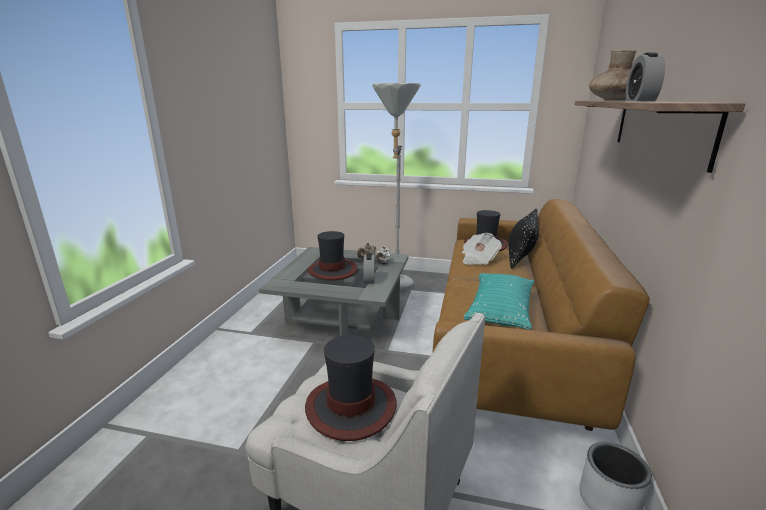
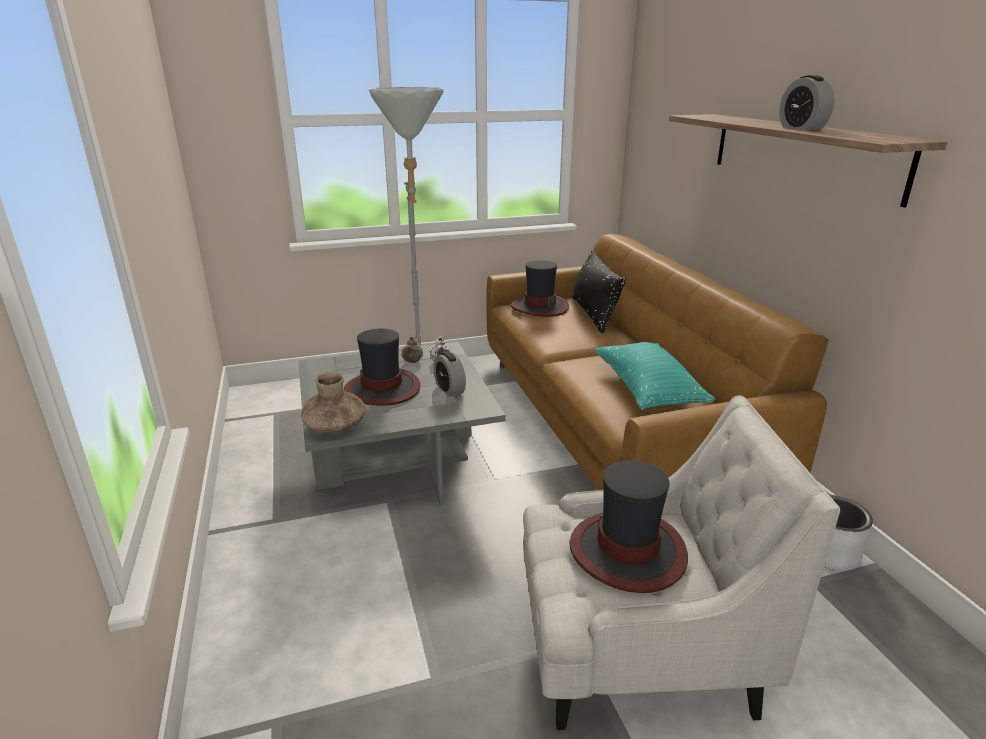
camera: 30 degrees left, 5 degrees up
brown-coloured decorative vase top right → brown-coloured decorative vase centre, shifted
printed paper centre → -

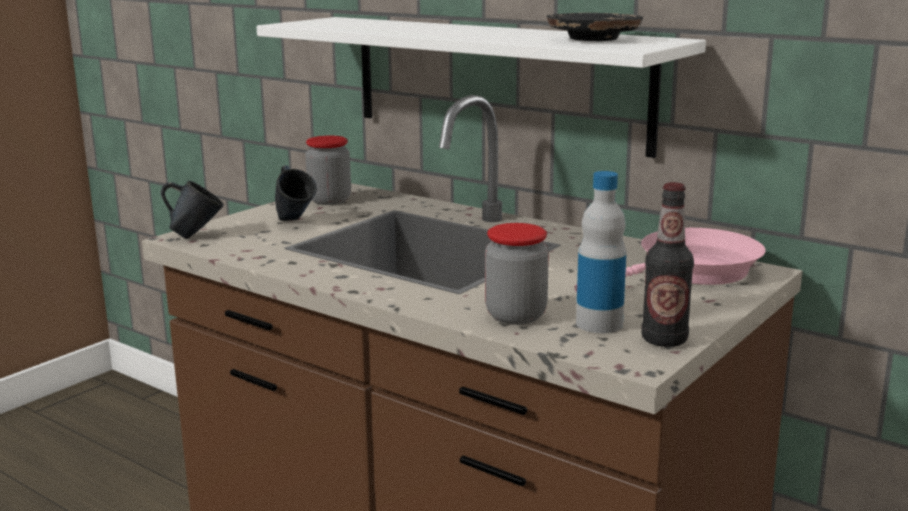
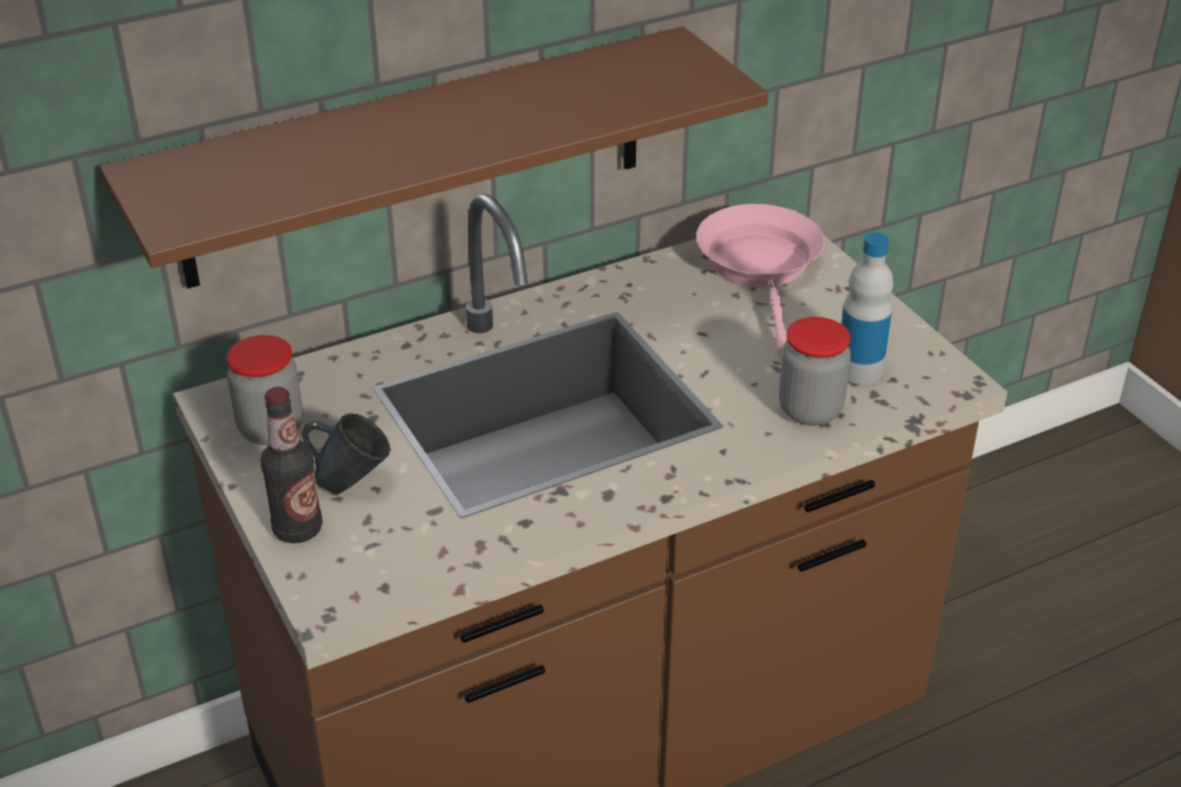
camera: 65 degrees left, 20 degrees up
black flat dish top centre → -
white-coloured shelf top centre → brown-coloured shelf top centre
blue tea mug (no. 1 from left) middle left → -
bottle (no. 2 from left in the first image) middle right → bottle (no. 1 from left) middle left, shifted

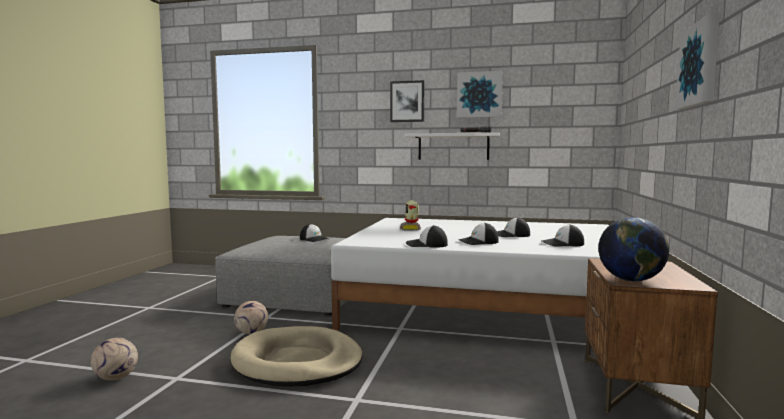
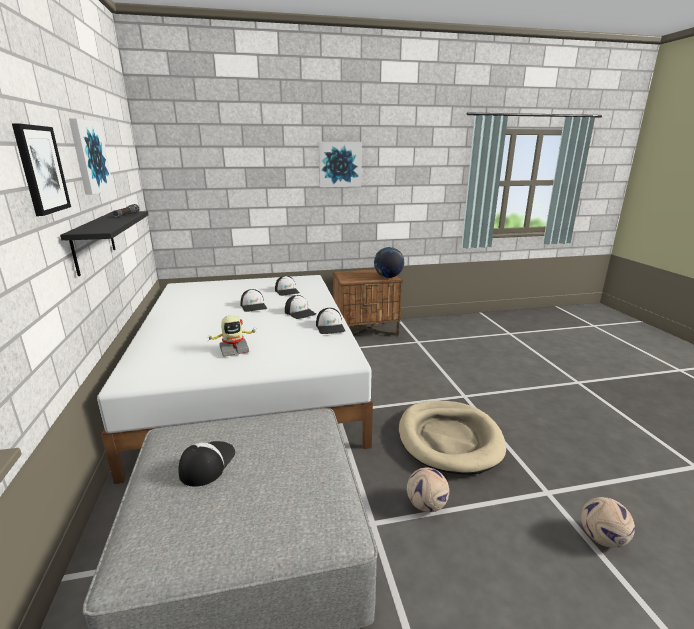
camera: 115 degrees left, 15 degrees up
white-coloured shelf centre → black shelf middle left

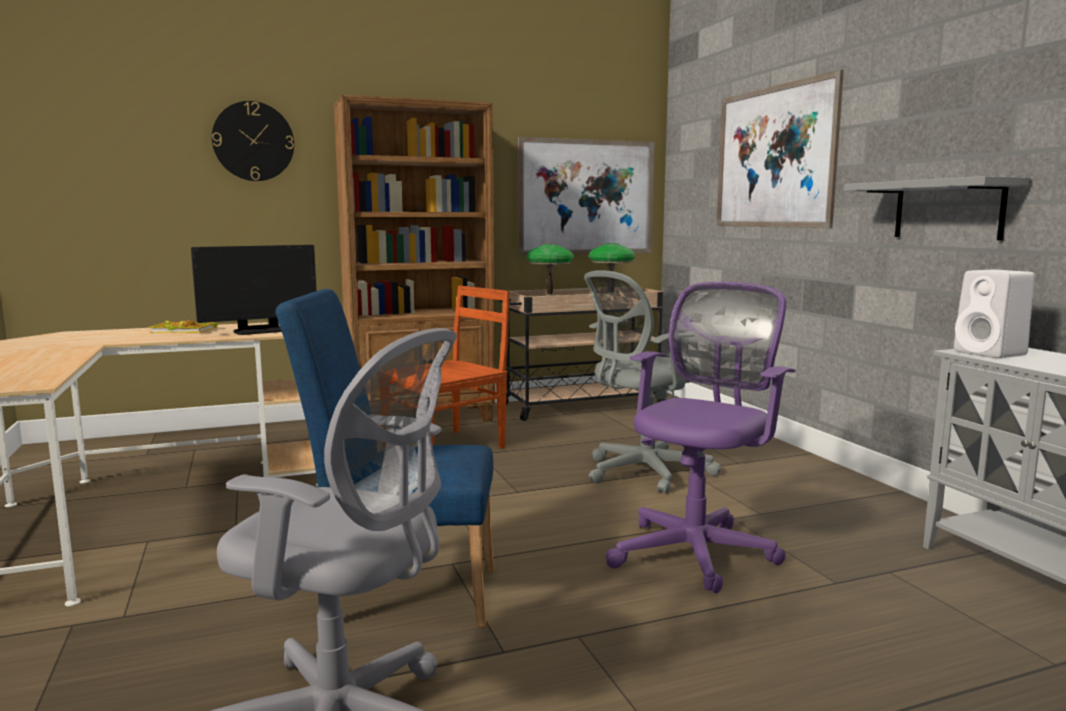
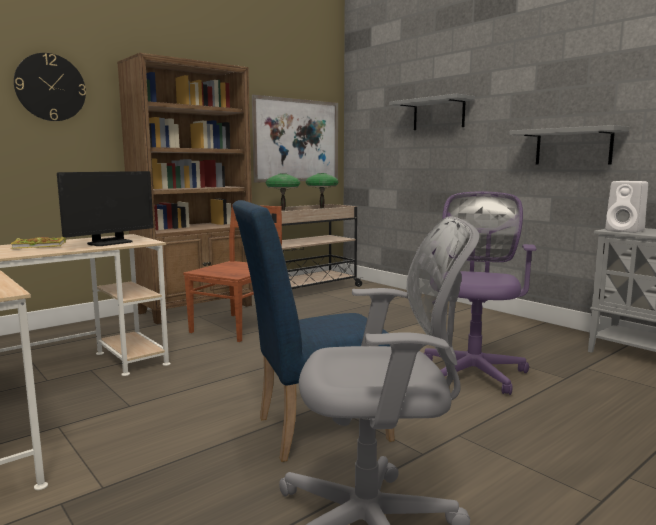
camera: 20 degrees left, 0 degrees up
picture (no. 2 from left) top right → gray shelf (no. 1 from left) top centre
gray office chair (no. 2 from left) centre → -

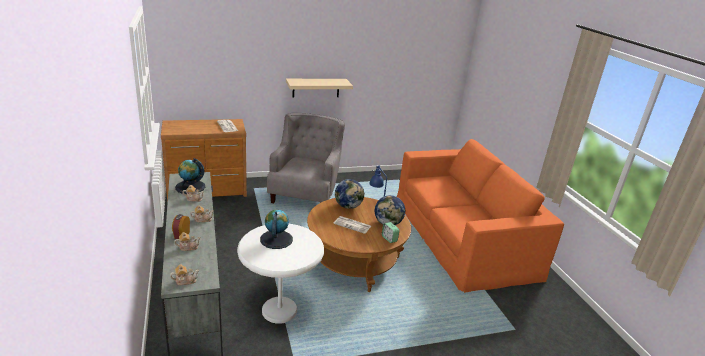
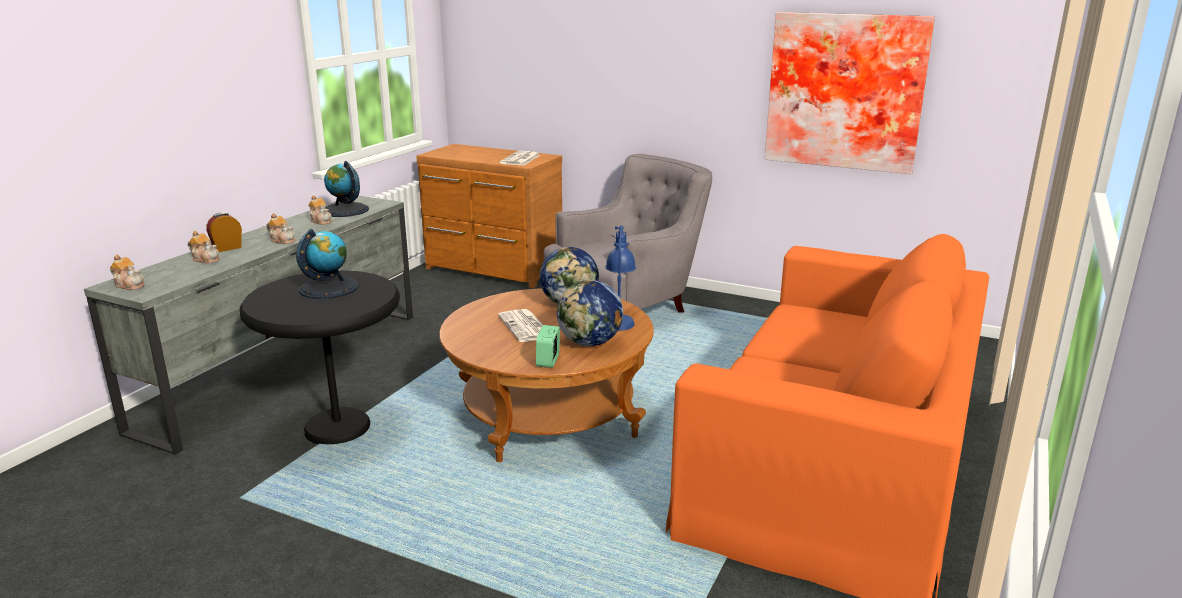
camera: 45 degrees right, 5 degrees down
sand-coloured shelf top centre → -
white-coloured end table bottom centre → black end table middle left
- → picture top right

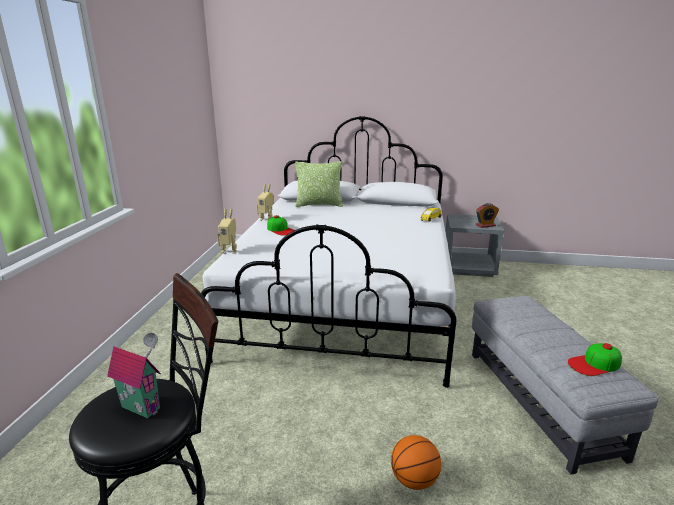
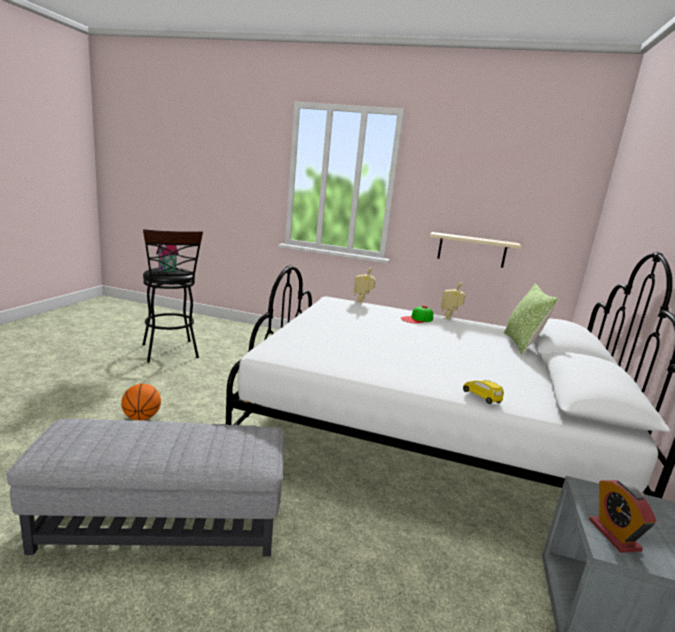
camera: 95 degrees right, 5 degrees down
cap (no. 2 from left) bottom right → -
- → sand-coloured shelf middle right

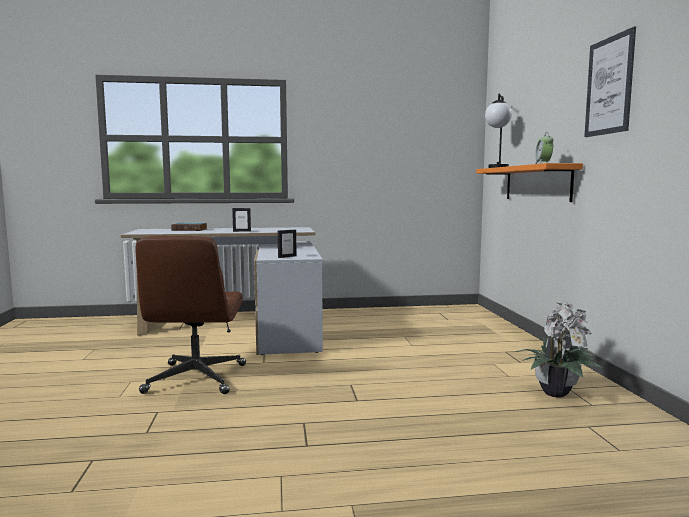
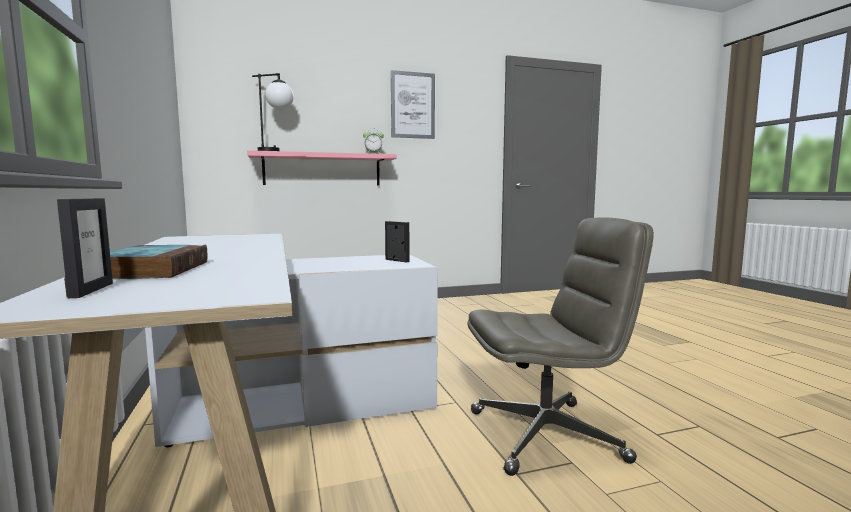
camera: 100 degrees left, 0 degrees up
orange shelf middle right → pink-coloured shelf top centre
photo frame (no. 1 from left) centre → photo frame (no. 1 from left) middle left, shifted
brown-coloured office chair middle left → gray office chair bottom centre
houseplant bottom right → -

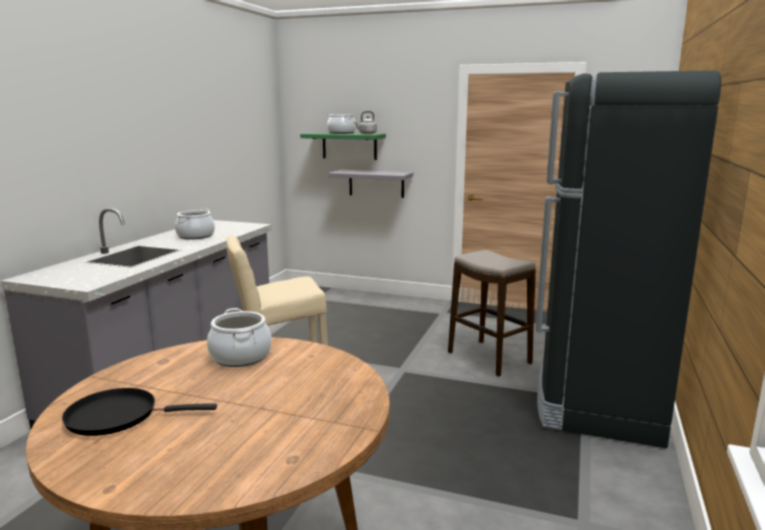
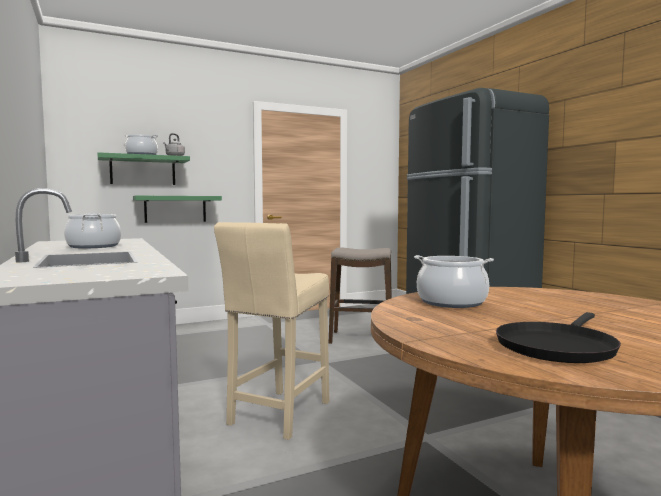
camera: 45 degrees left, 10 degrees down
gray shelf centre → greenish shelf (no. 2 from left) middle left

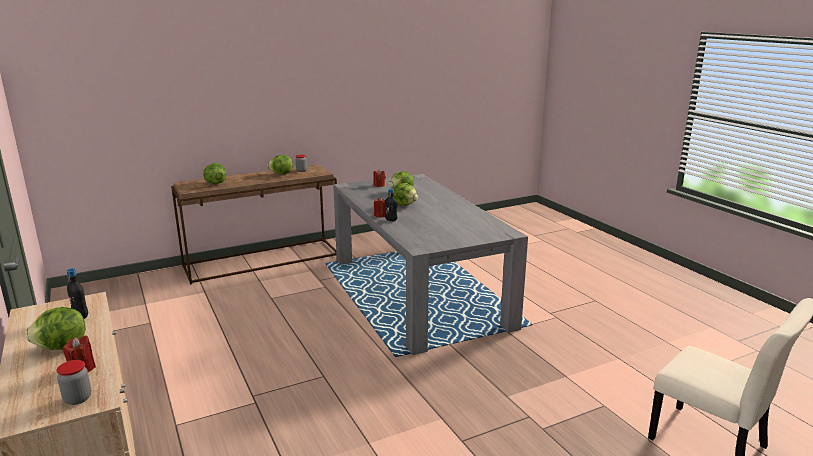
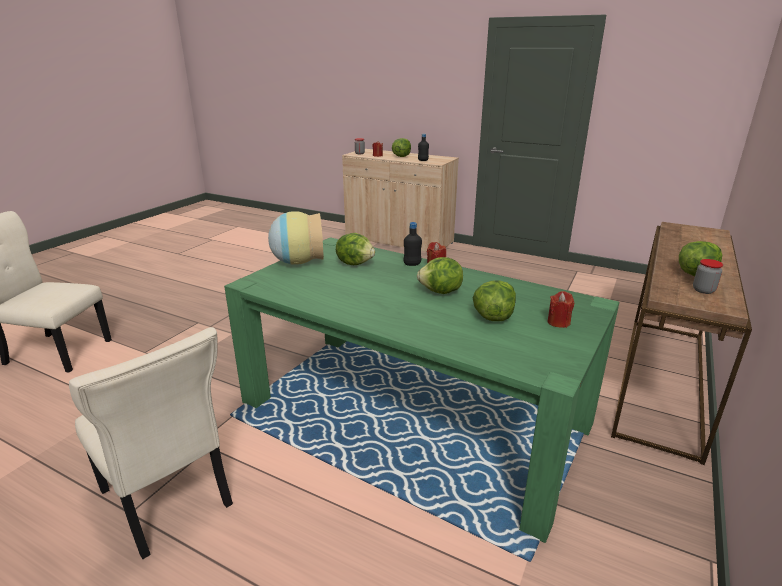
camera: 145 degrees right, 5 degrees up
head of lettuce (no. 2 from left in the first image) middle left → head of lettuce (no. 1 from left) centre, shifted
gray dining table centre → greenish dining table centre
- → decorative vase centre
- → sand-coloured upright chair (no. 2 from left) bottom left

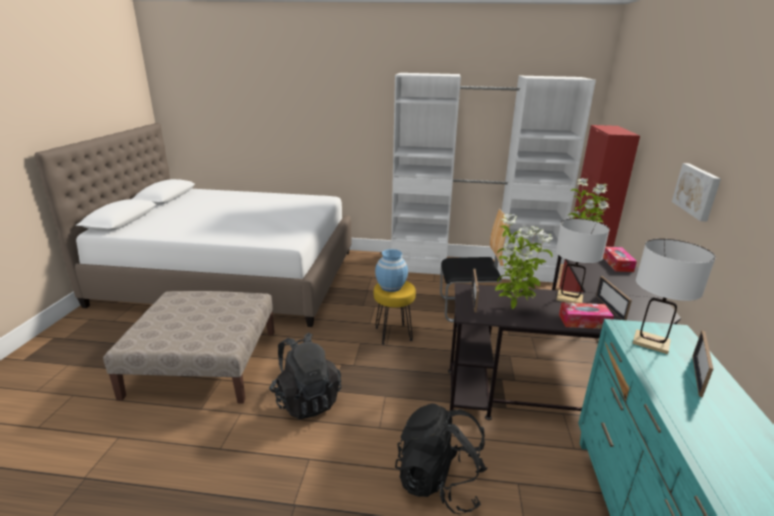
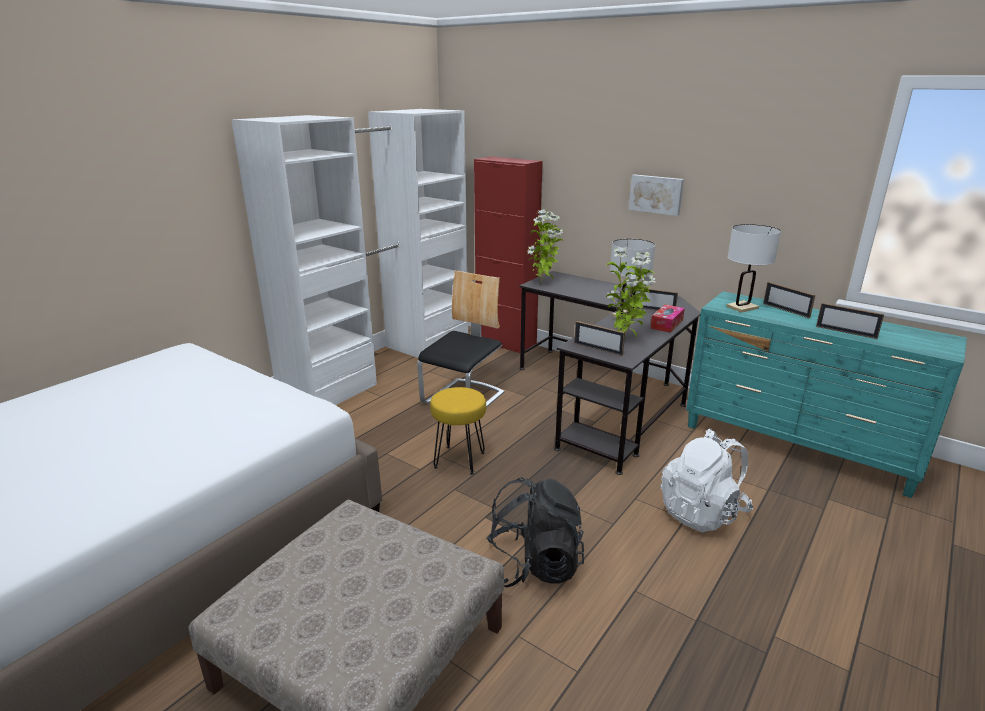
camera: 60 degrees left, 0 degrees up
tissue box (no. 2 from left) middle right → -
blue decorative vase centre → -
black knapsack (no. 2 from left) bottom centre → white-coloured knapsack bottom right
- → photo frame (no. 4 from left) middle right

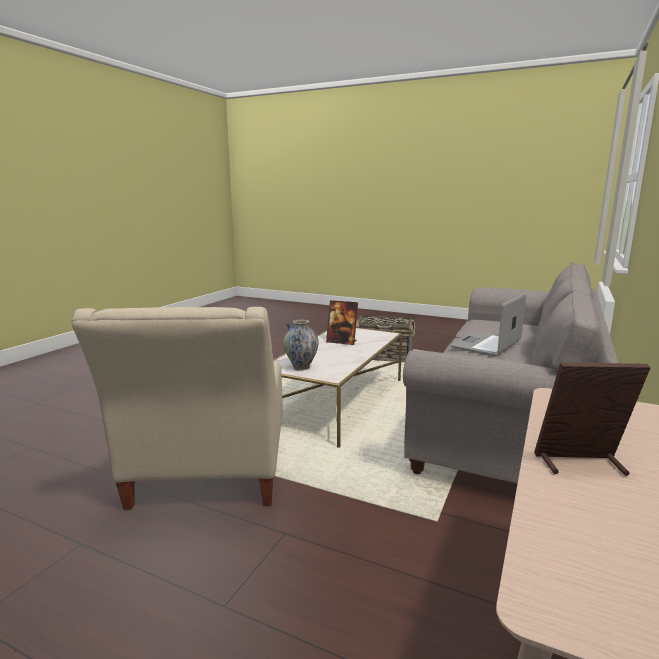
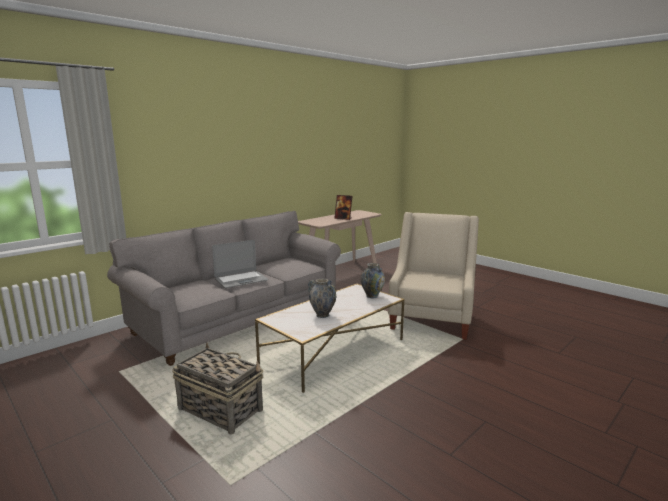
camera: 160 degrees left, 0 degrees up
photo frame (no. 1 from left) centre → decorative vase (no. 1 from left) centre

